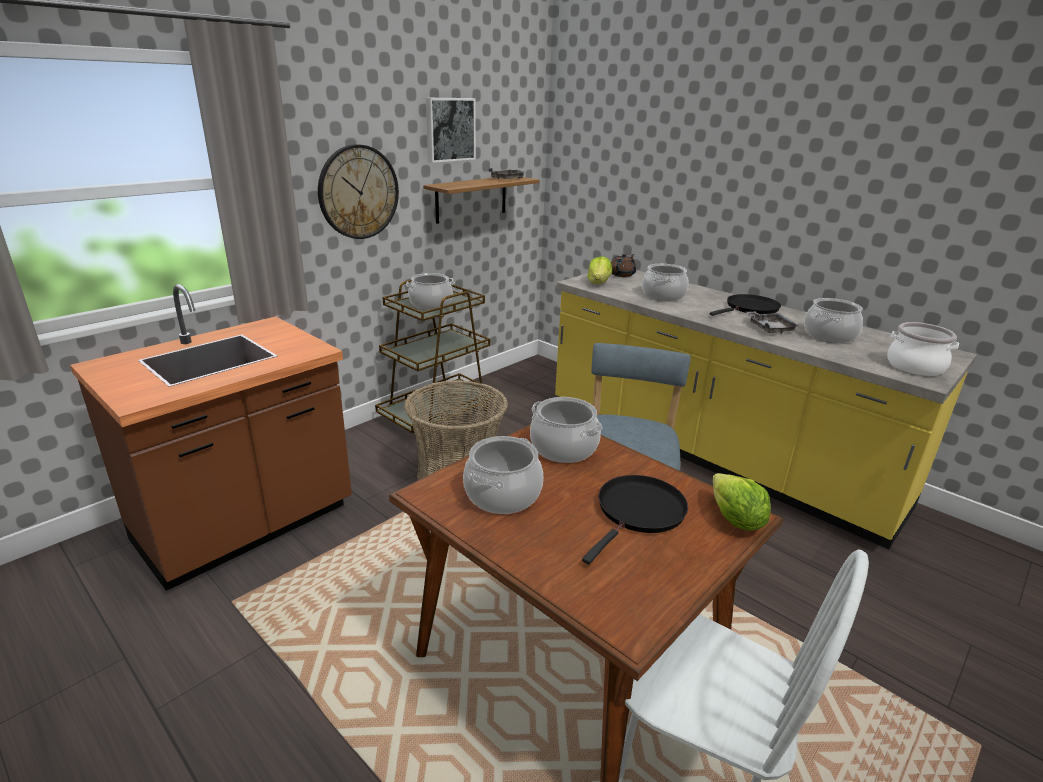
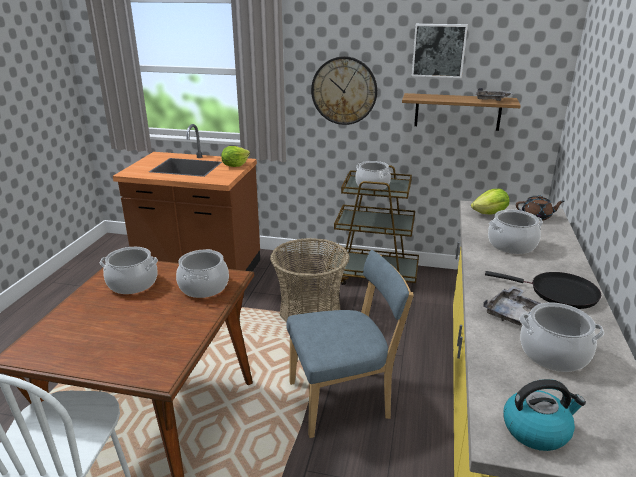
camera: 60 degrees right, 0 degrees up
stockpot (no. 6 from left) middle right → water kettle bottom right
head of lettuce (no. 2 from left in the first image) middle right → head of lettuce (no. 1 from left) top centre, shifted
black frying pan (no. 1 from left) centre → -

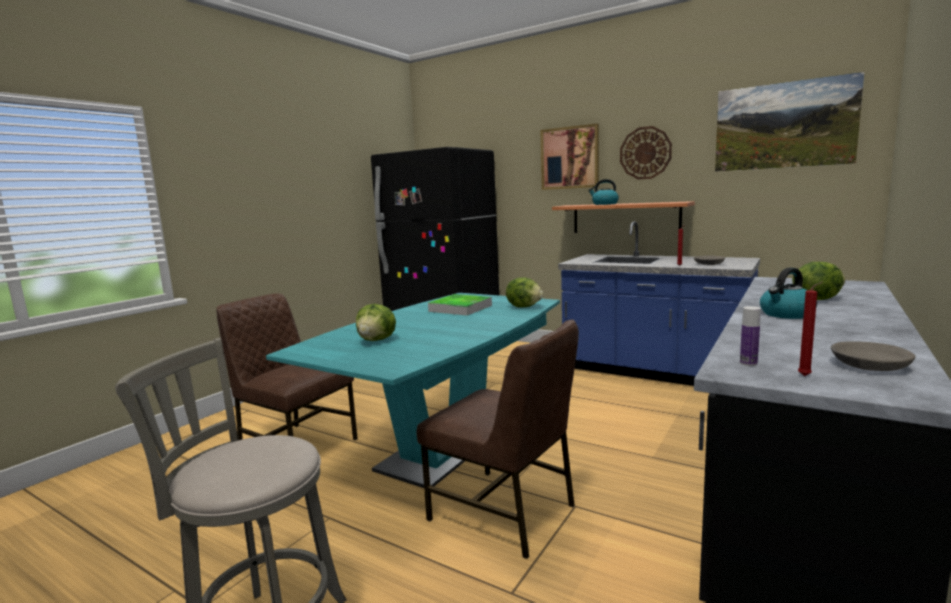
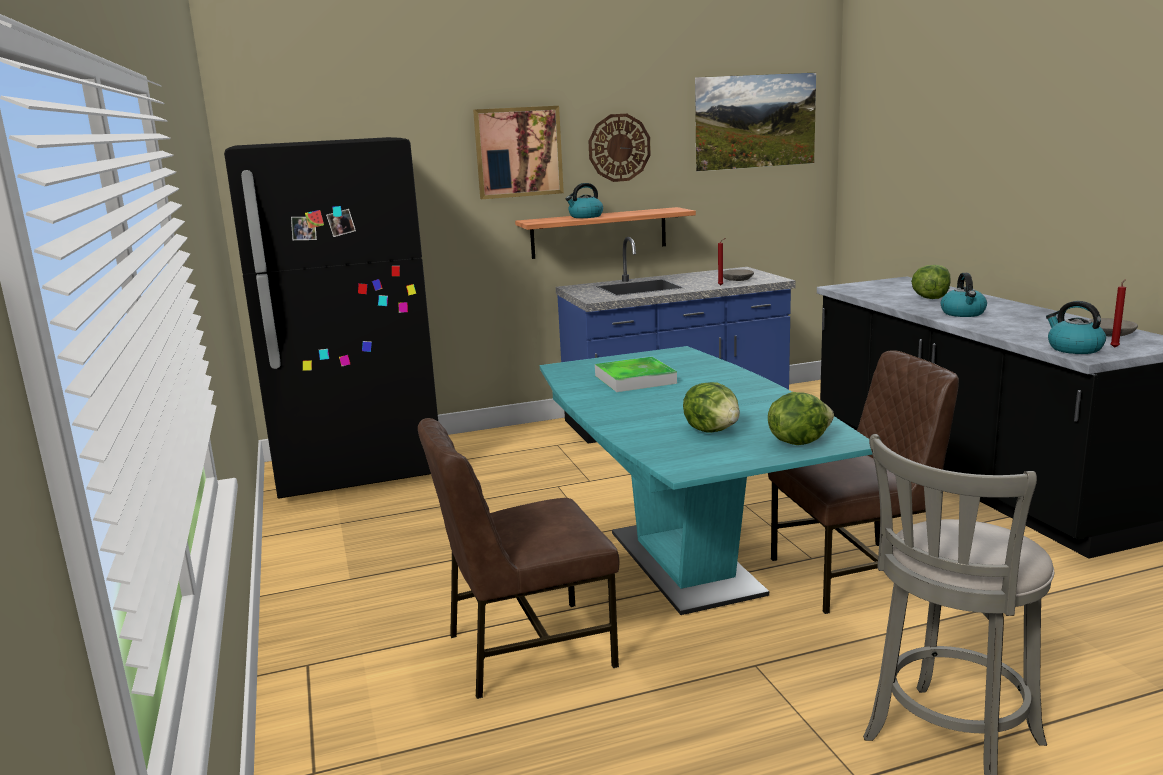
camera: 50 degrees left, 5 degrees up
head of lettuce (no. 2 from left) centre → head of lettuce (no. 2 from left) middle right, shifted
bottle middle right → water kettle (no. 3 from left) middle right

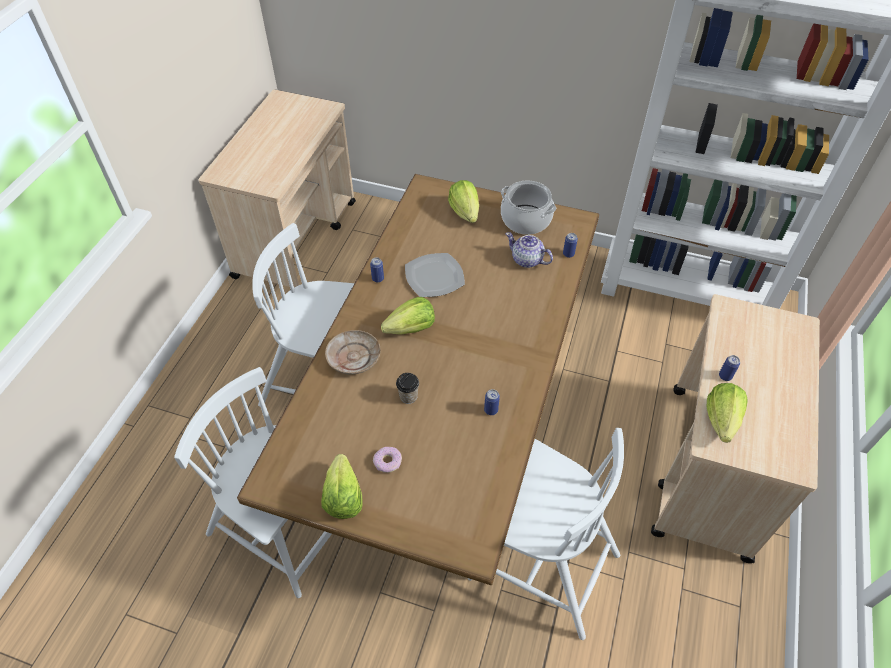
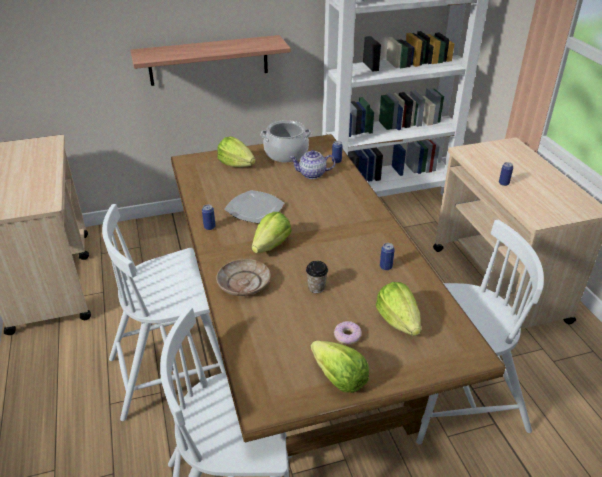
camera: 35 degrees left, 15 degrees down
head of lettuce (no. 4 from left) middle right → head of lettuce (no. 4 from left) centre, shifted
- → shelf top centre

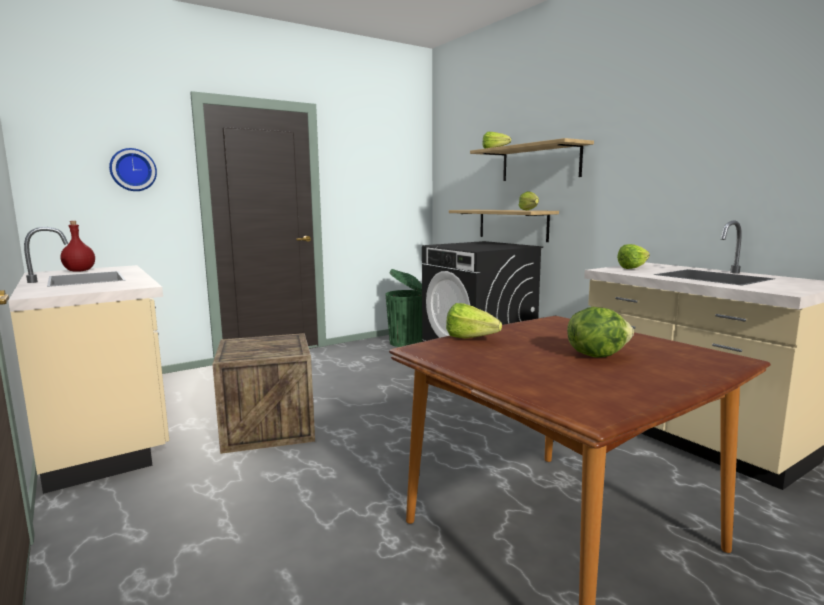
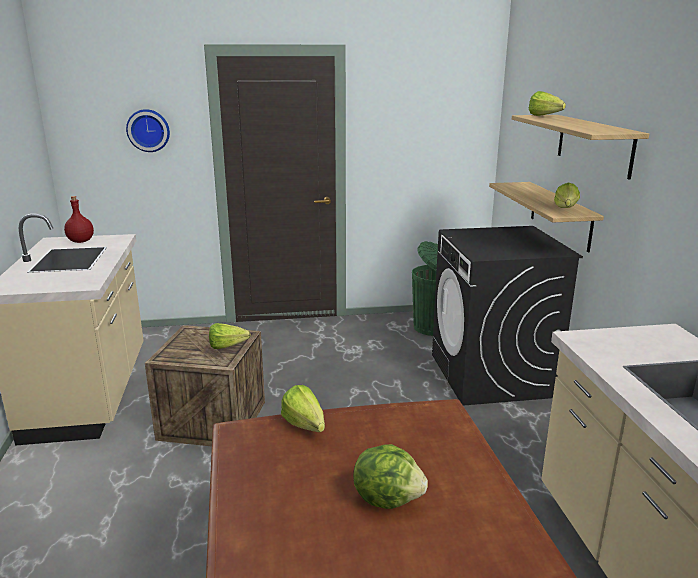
camera: 25 degrees right, 10 degrees up
head of lettuce (no. 5 from left in the first image) middle right → head of lettuce (no. 1 from left) middle left, shifted

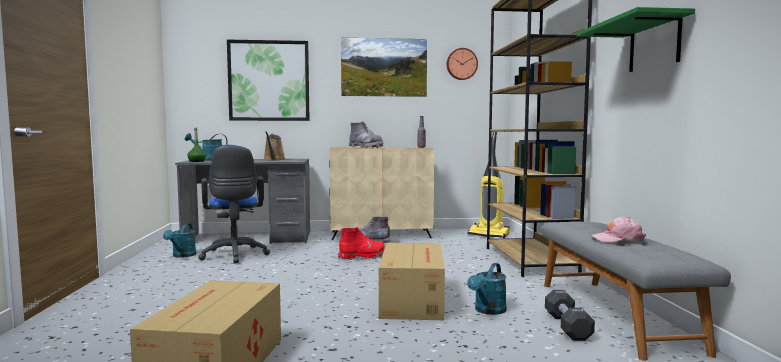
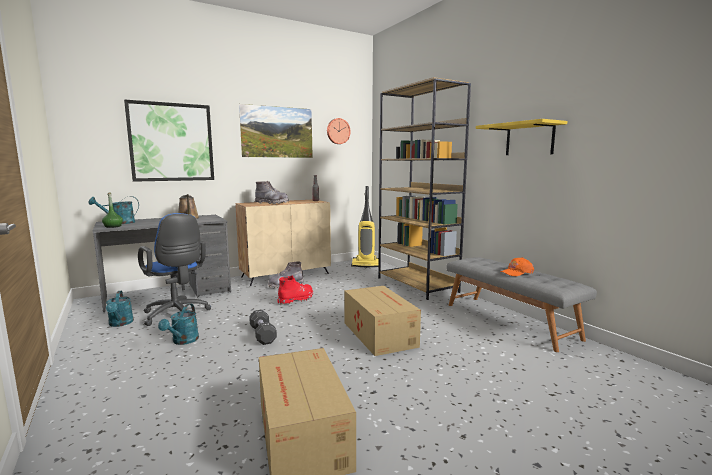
camera: 25 degrees left, 5 degrees up
greenish shelf top right → yellow shelf top right
pink-coloured cap middle right → orange cap middle right
blue-green sprinkling can (no. 3 from left) bottom centre → blue-green sprinkling can (no. 3 from left) bottom left, shifted
black hand weight bottom right → black hand weight bottom centre, shifted

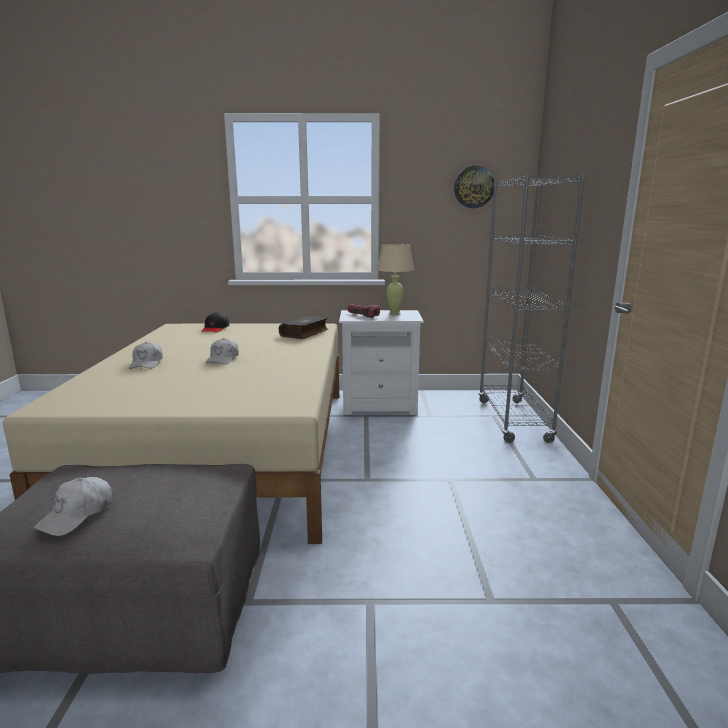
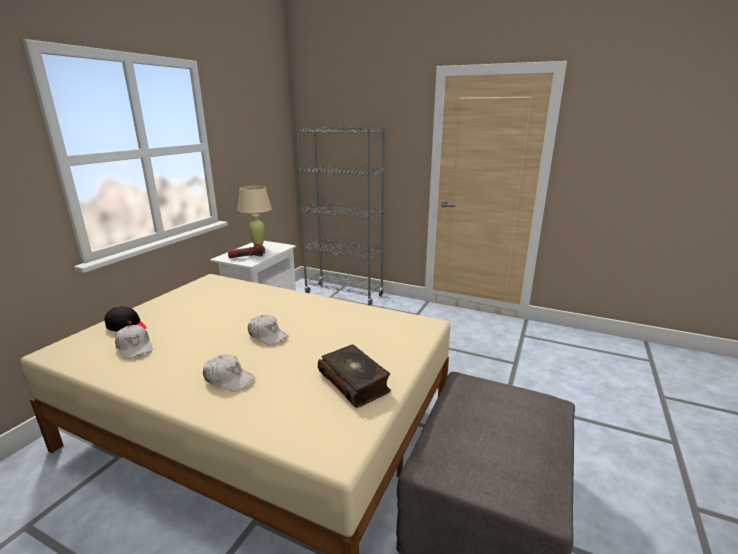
camera: 65 degrees left, 5 degrees up
hanging clock top centre → -
bound book centre → bound book bottom centre, shifted
white-coloured cap (no. 1 from left) bottom left → white-coloured cap (no. 1 from left) middle left, shifted

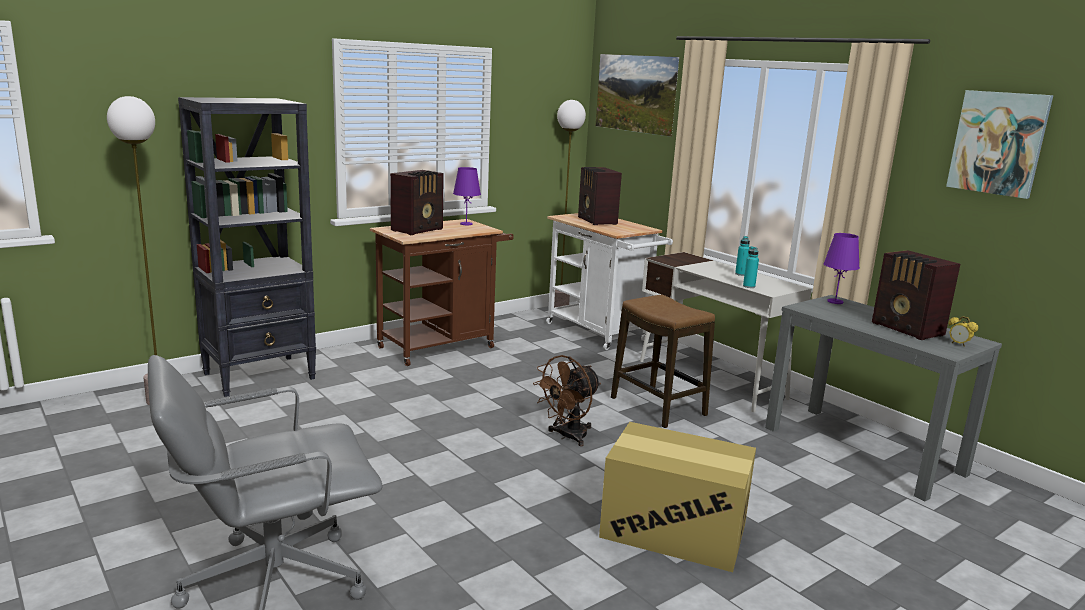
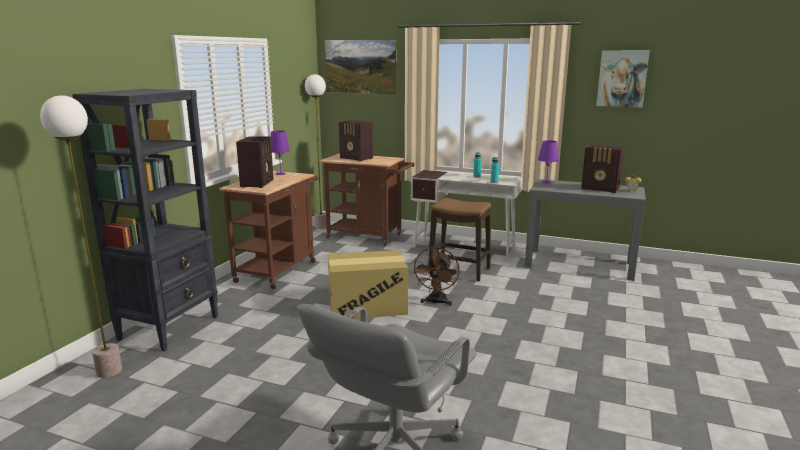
camera: 30 degrees left, 0 degrees up
white-coloured wheeled cart centre → brown-coloured wheeled cart (no. 2 from left) centre
cardboard box bottom centre → cardboard box centre, shifted

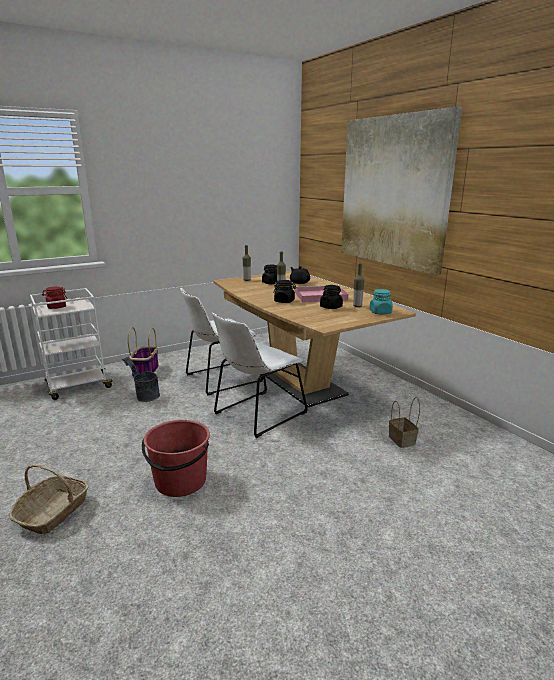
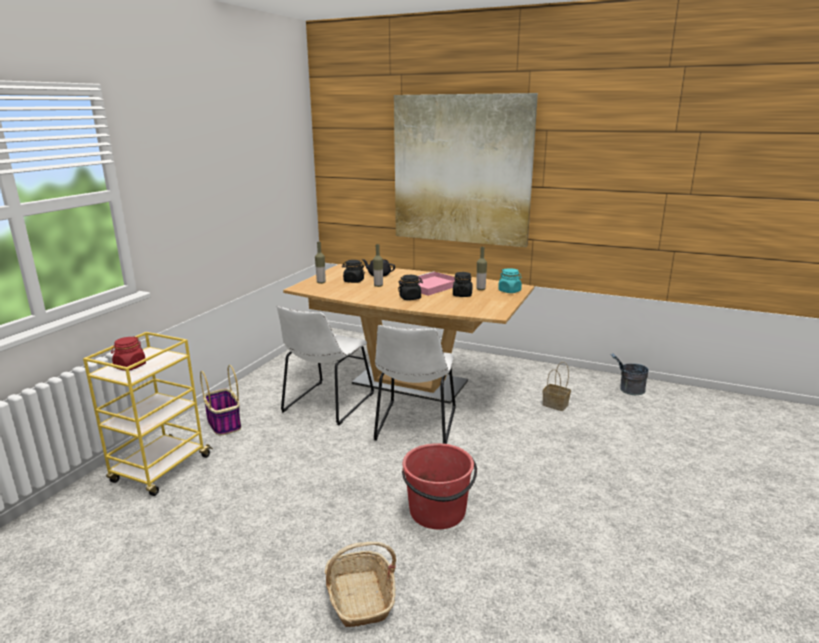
camera: 35 degrees left, 0 degrees up
white-coloured wheeled cart middle left → yellow wheeled cart middle left
gray water bucket middle left → gray water bucket middle right, shifted

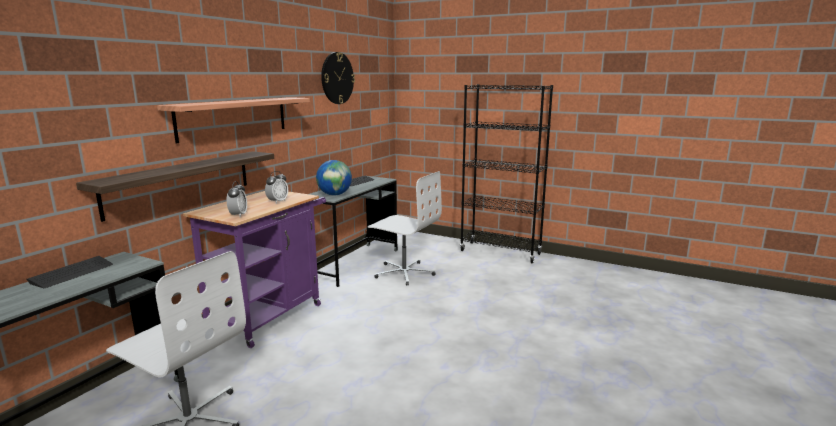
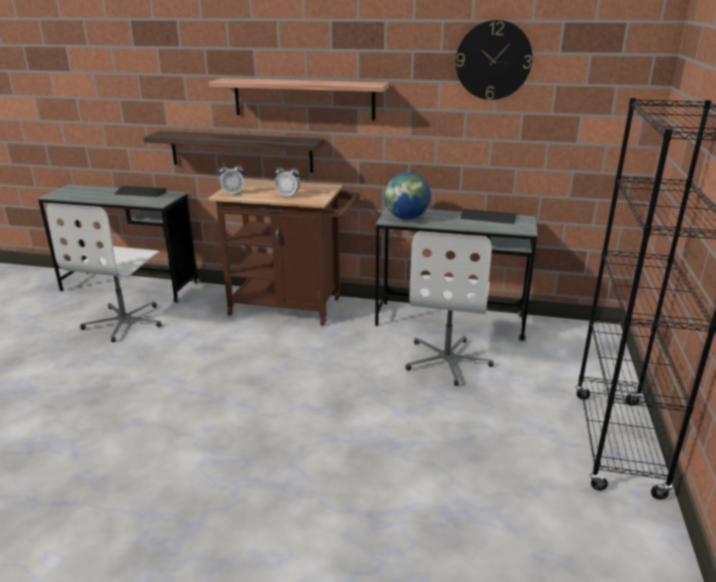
camera: 75 degrees right, 10 degrees up
purplish wheeled cart middle left → brown-coloured wheeled cart centre

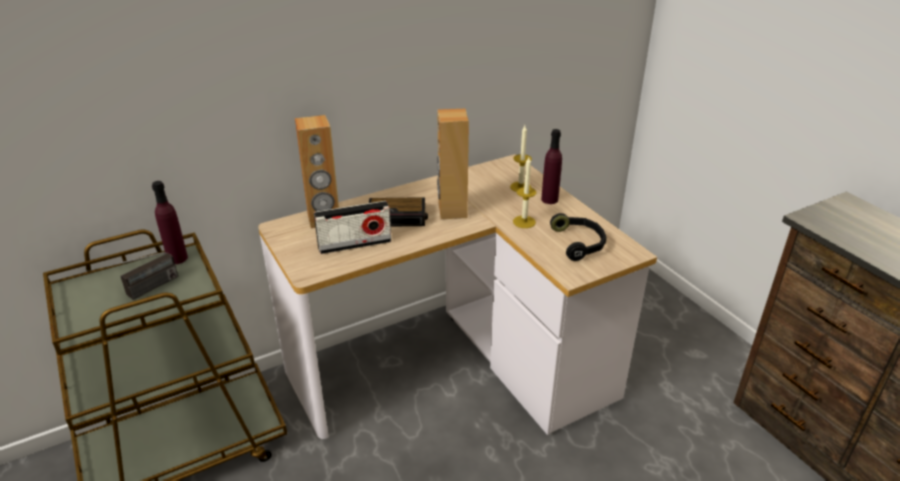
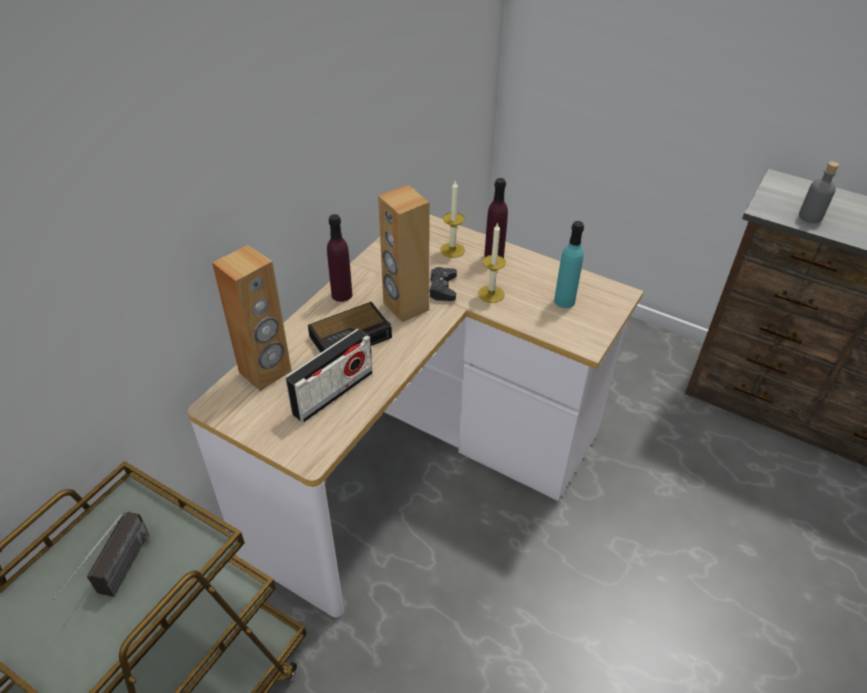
camera: 30 degrees left, 10 degrees up
purplish bottle (no. 1 from left) middle left → purplish bottle (no. 1 from left) centre, shifted
black pair of headphones centre → blue-green bottle centre
- → gray bottle top right
- → black game controller centre

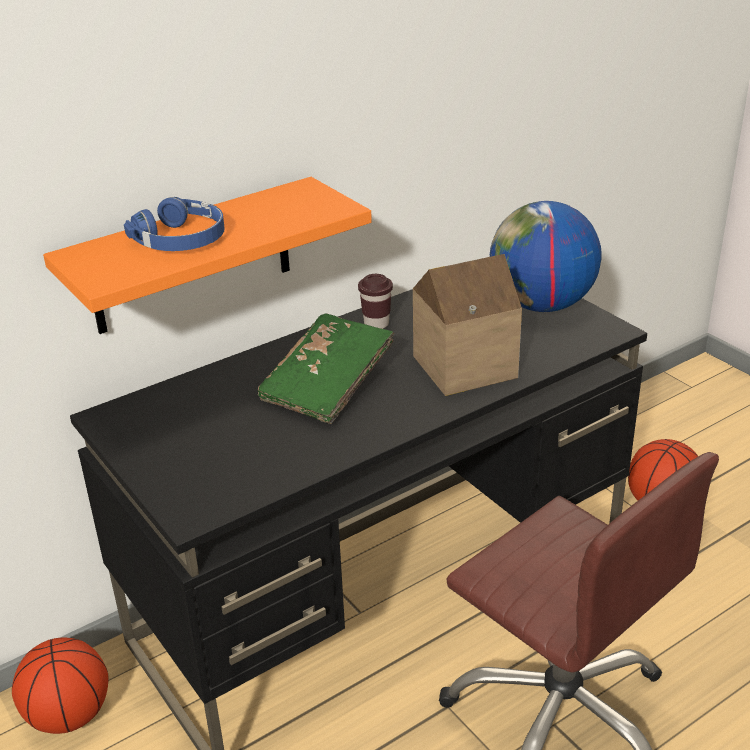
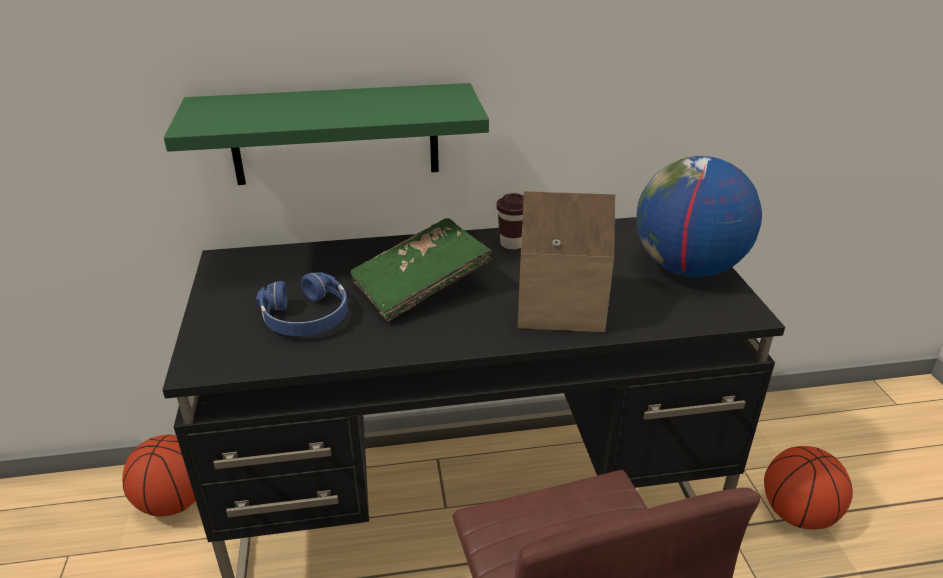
camera: 25 degrees right, 0 degrees up
orange shelf middle left → greenish shelf top centre
blue pair of headphones top left → blue pair of headphones middle left, shifted

